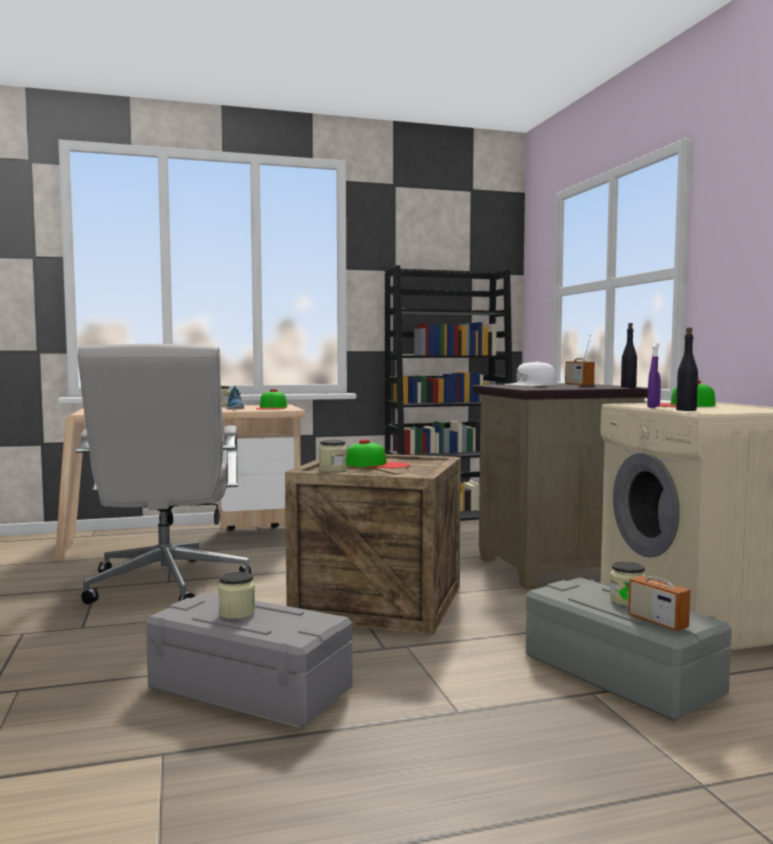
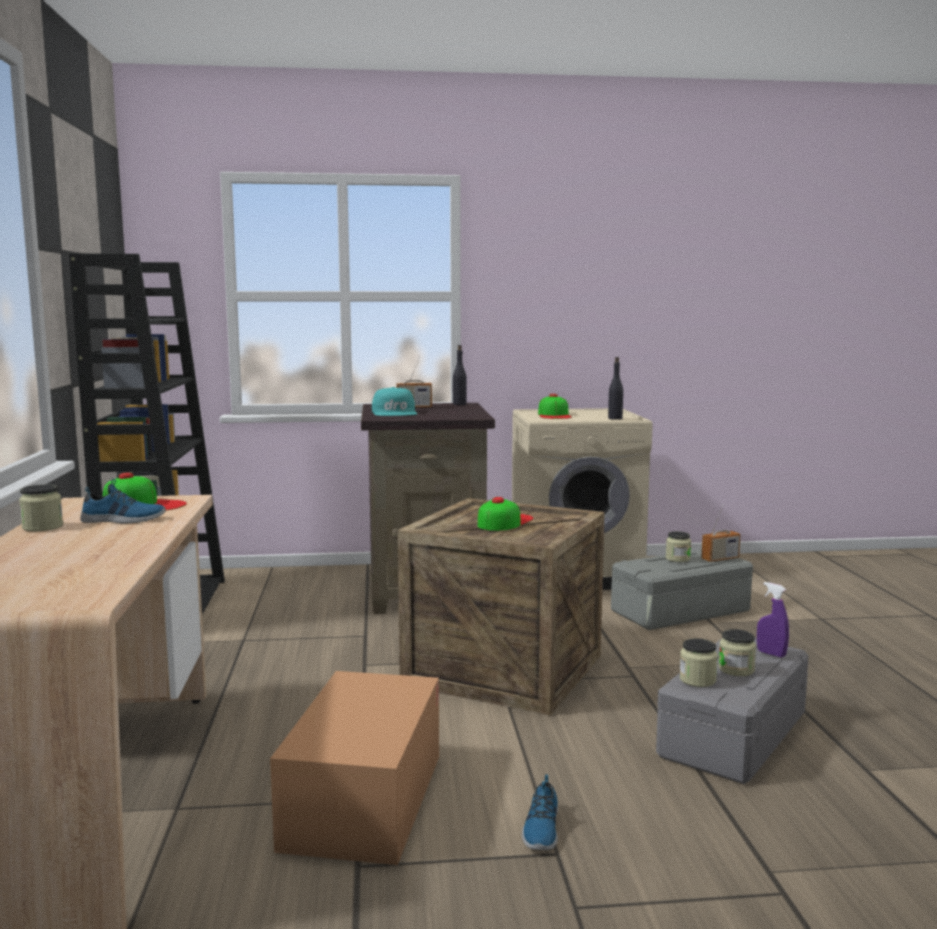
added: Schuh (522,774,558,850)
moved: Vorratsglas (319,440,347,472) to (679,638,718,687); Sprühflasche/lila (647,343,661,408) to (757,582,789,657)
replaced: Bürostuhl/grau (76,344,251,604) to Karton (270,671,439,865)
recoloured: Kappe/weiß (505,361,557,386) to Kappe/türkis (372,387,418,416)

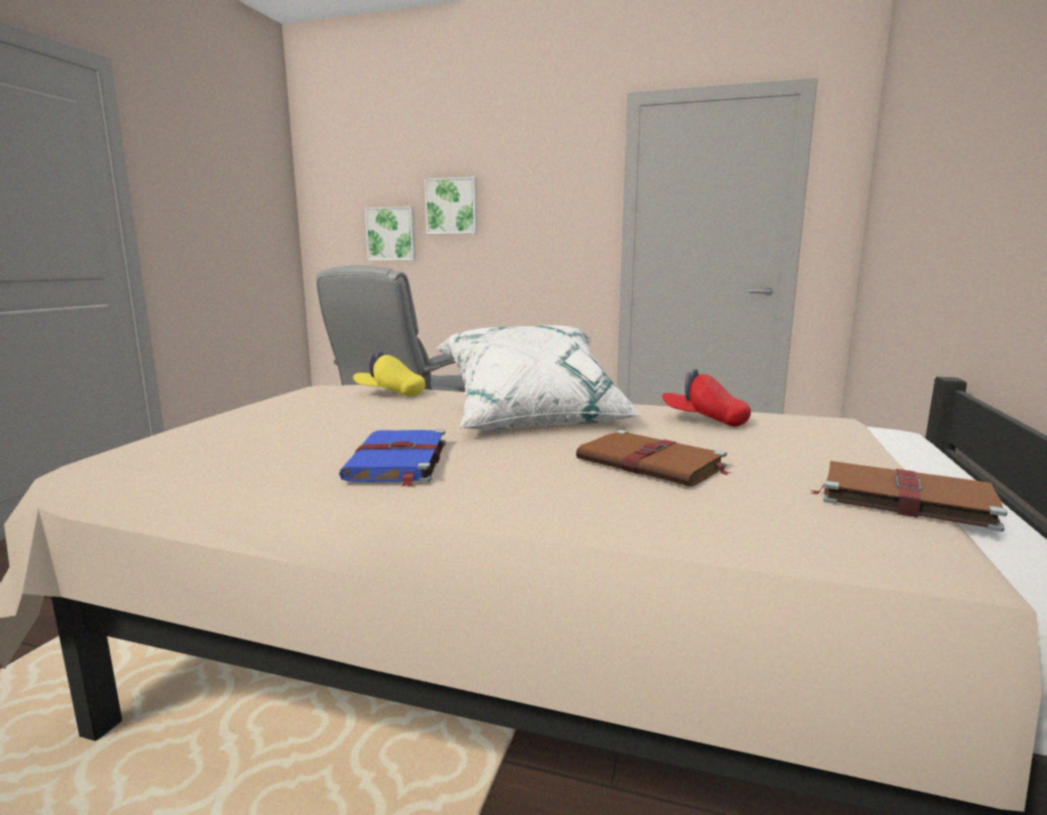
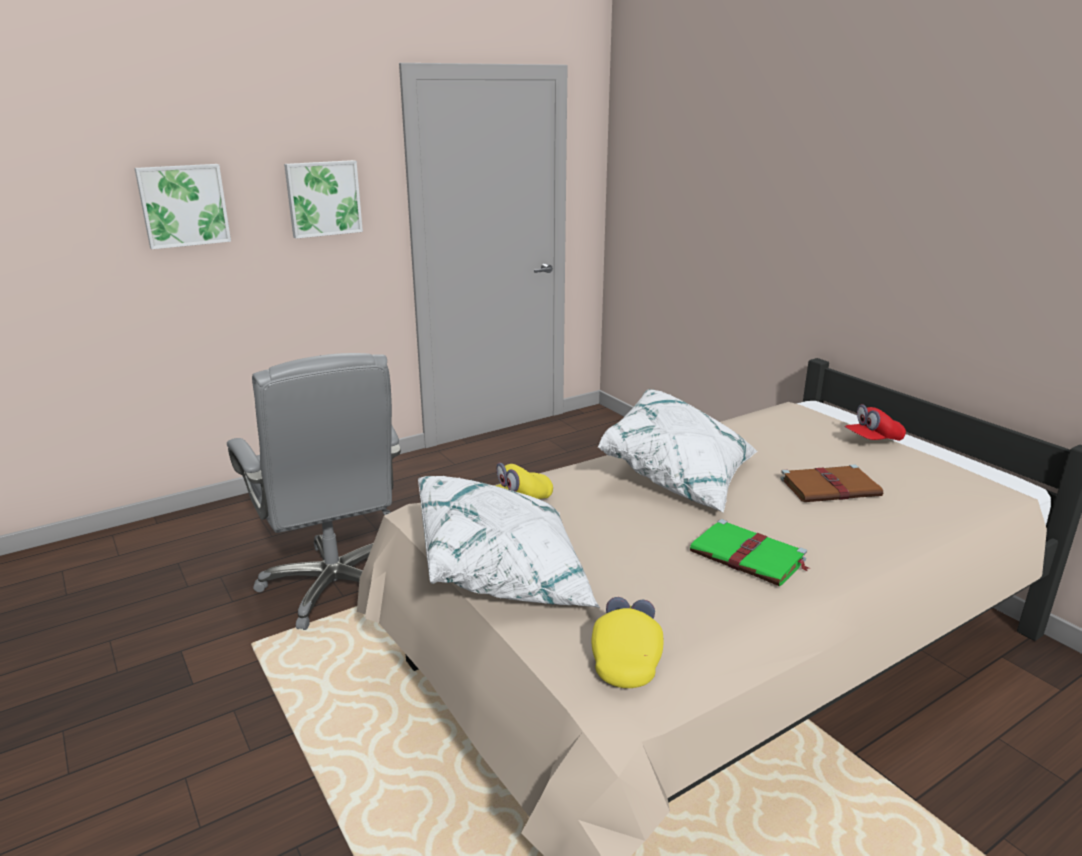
removed: Buch/braun (811,461,1008,532)
added: Kissen/weiß (418,476,600,608); Kappe/gelb (591,597,663,688)
moved: Bild (365,206,416,260) to (284,160,363,239); Kappe/rot (662,369,751,427) to (844,404,906,441)
recoloured: Buch/blau (339,430,446,487) to Buch/grün (690,519,809,586)

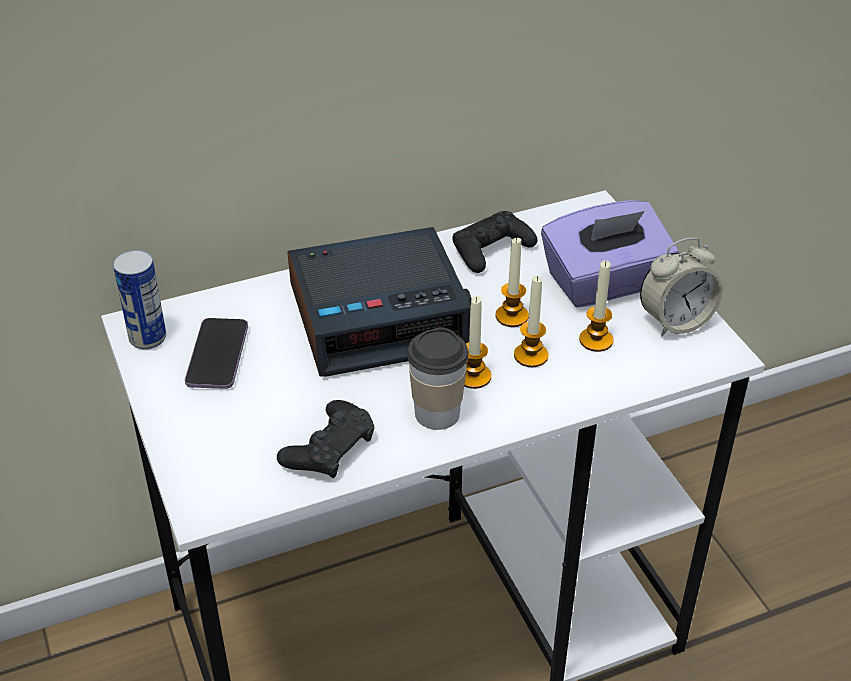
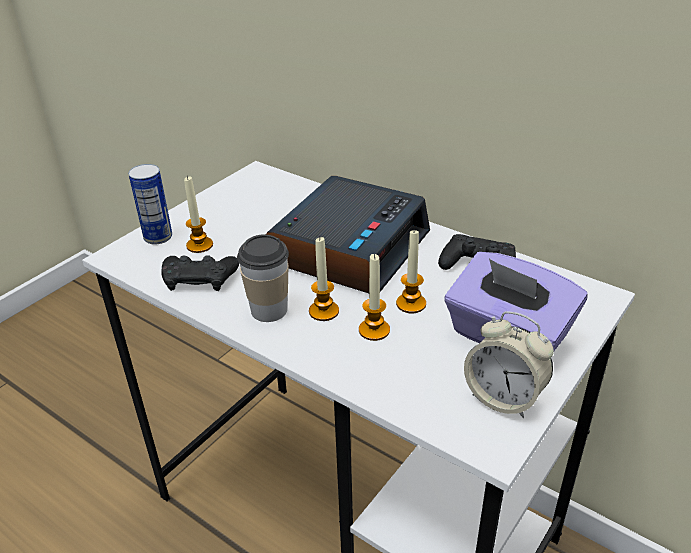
removed: Handy (185,318,248,389)
moved: Dose (113,250,166,350) to (128,164,172,244); Kerze (579,260,614,352) to (184,176,213,253)
turned: Wecker (288,227,471,377) = (266,176,430,293) 105 degrees counterclockwise

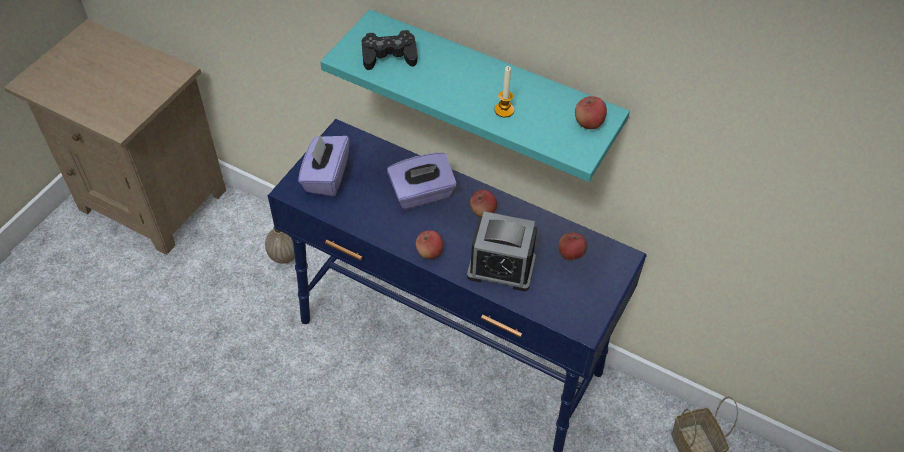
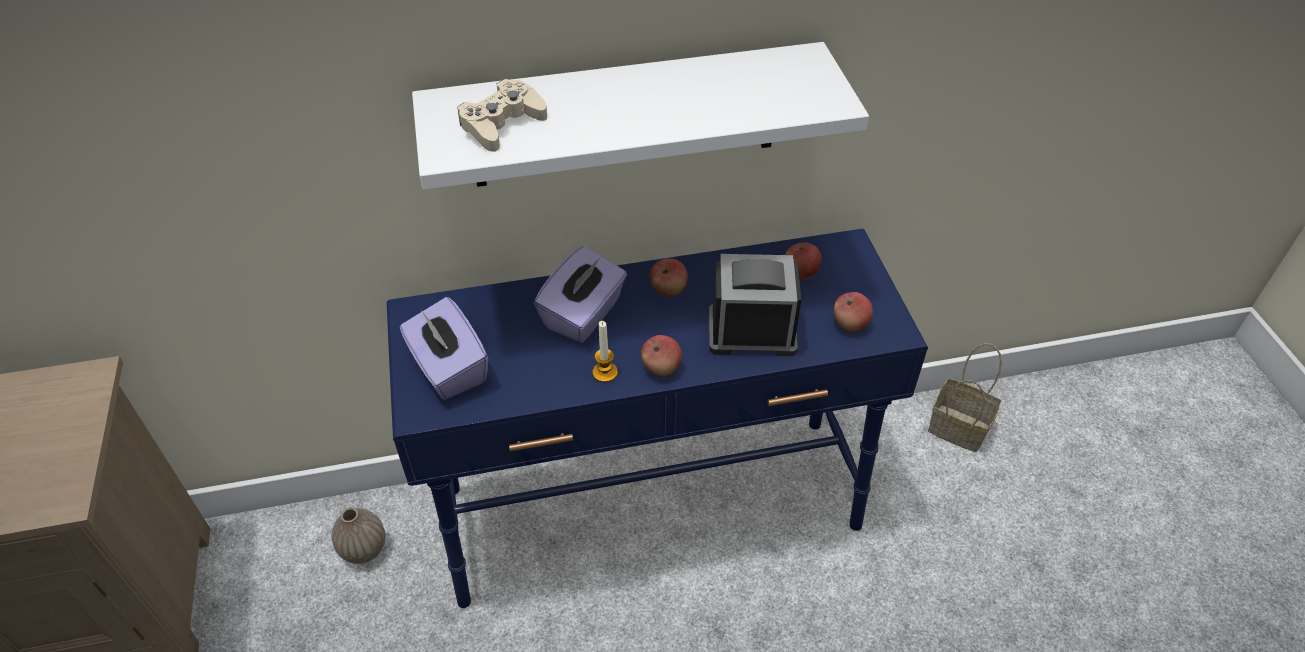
moved: Kerze (494,66,514,117) to (592,321,618,382); Apfel (575,96,607,129) to (834,292,873,332)
recoloured: Wandregal/türkis (320,9,630,182) to Wandregal/weiß (412,42,869,190); Gamepad/schwarz (362,30,417,70) to Gamepad/beige (458,79,547,152)
turned: Wecker (467,211,537,292) = (709,254,801,356) 150 degrees counterclockwise

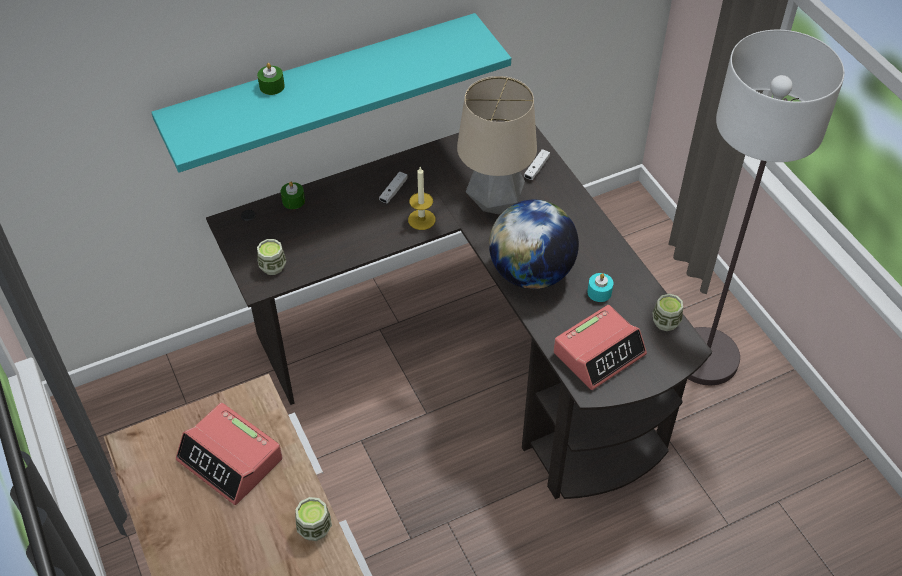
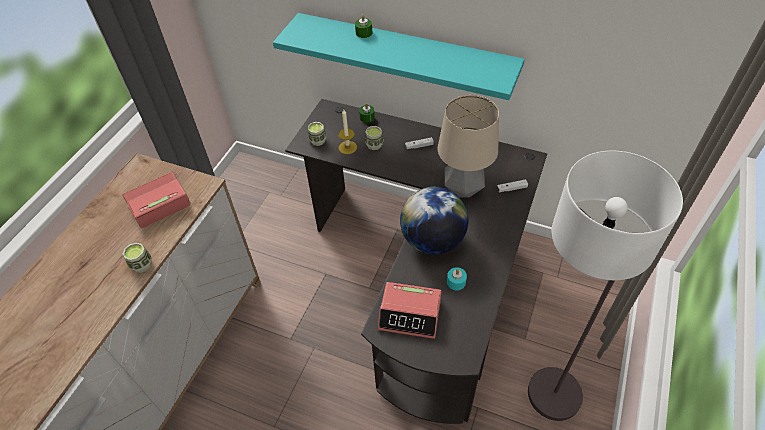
moved: Kerze (408,167,436,230) to (338,109,357,154); Tasse (653,294,683,331) to (365,126,384,150)
turned: Wecker (176,403,283,505) = (123,172,191,228) 60 degrees clockwise

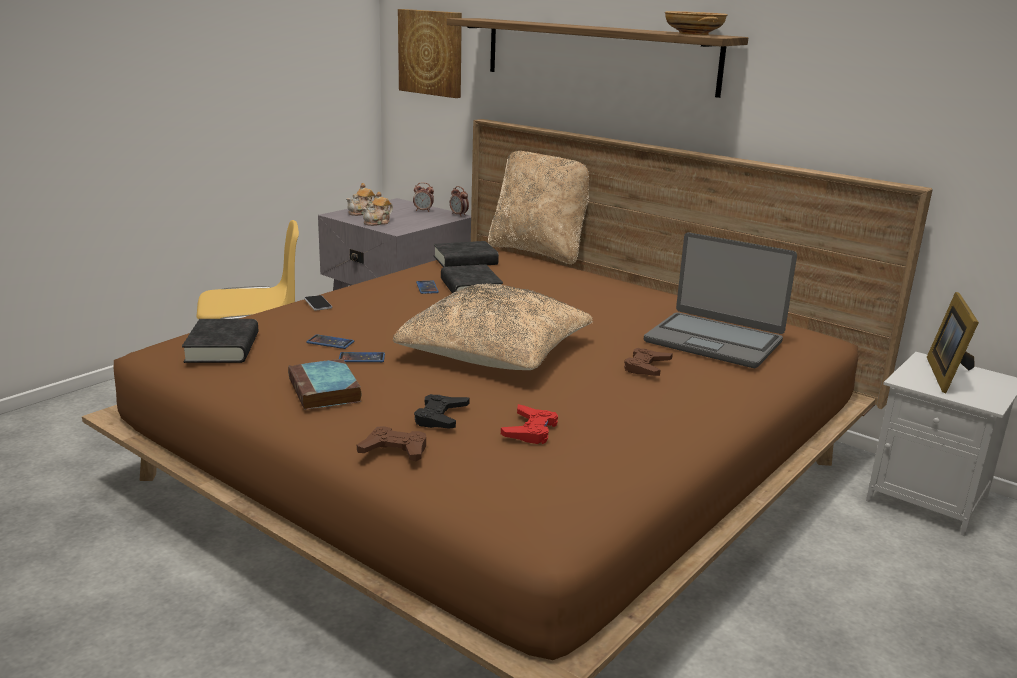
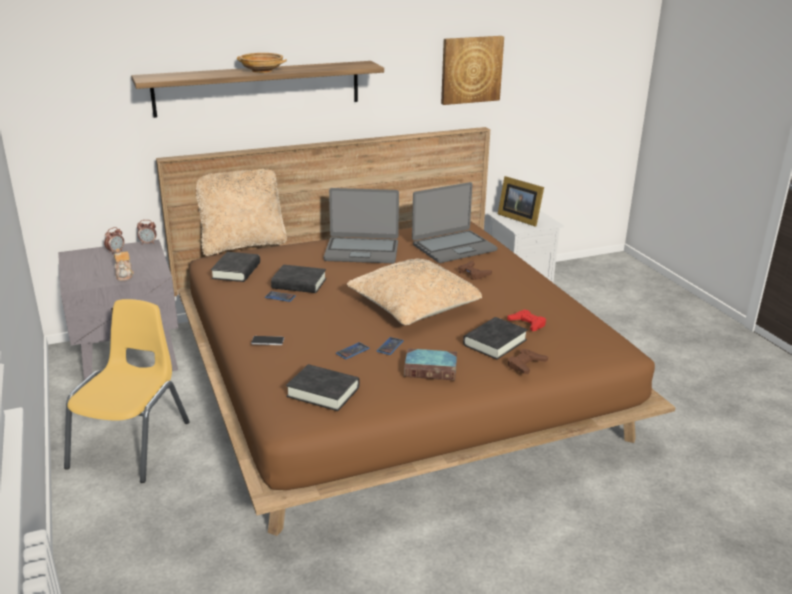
removed: Teekanne (346,183,376,216)
added: Laptop (324,188,399,263)
moved: Bild (398,9,462,98) to (441,36,504,105); Schüssel/beige (665,11,727,35) to (237,53,287,73)
replaced: Gamepad/schwarz (414,394,470,429) to Buch/schwarz (463,317,528,360)

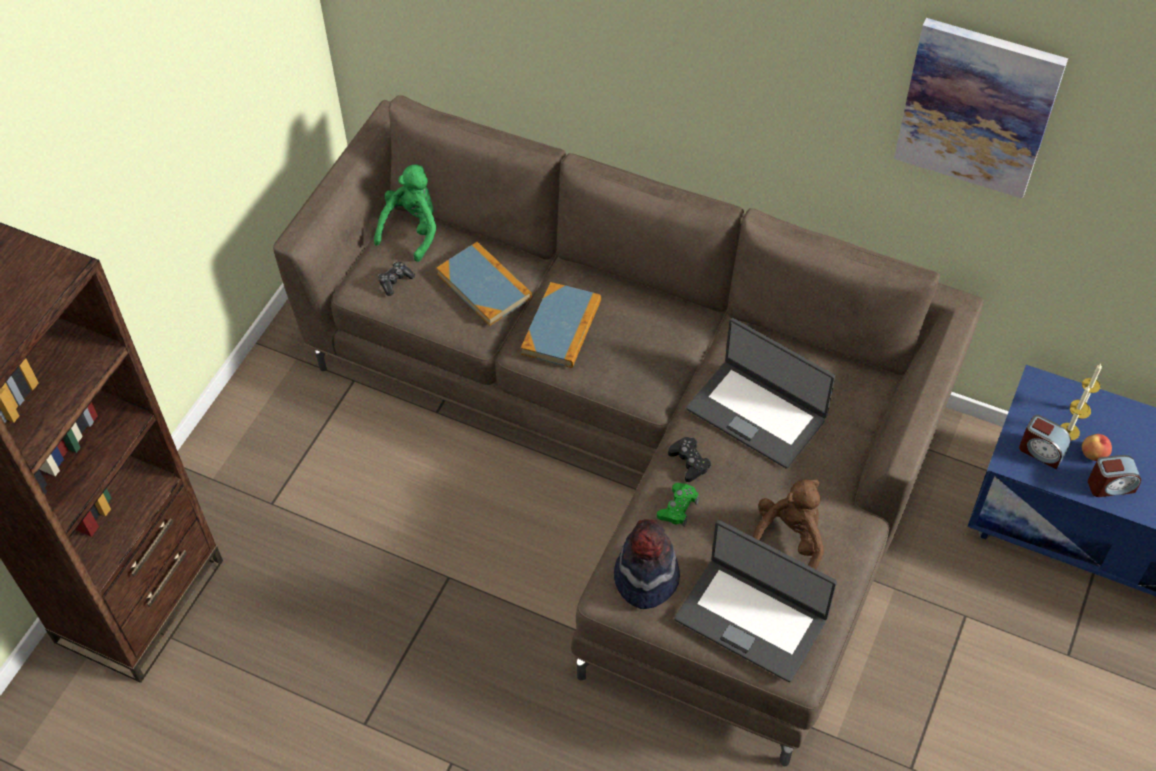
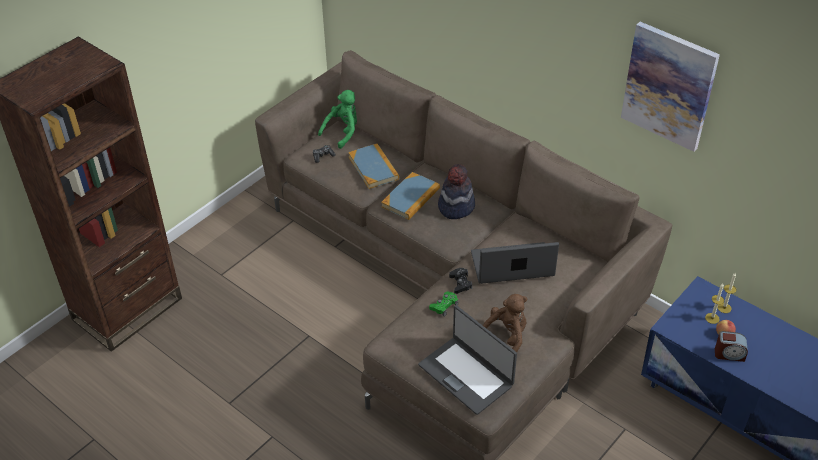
removed: Wecker (1019,415,1071,469)
moved: Hut (614,519,680,609) to (438,164,475,219)
turned: Laptop (686,318,835,469) = (471,242,559,284) 120 degrees clockwise

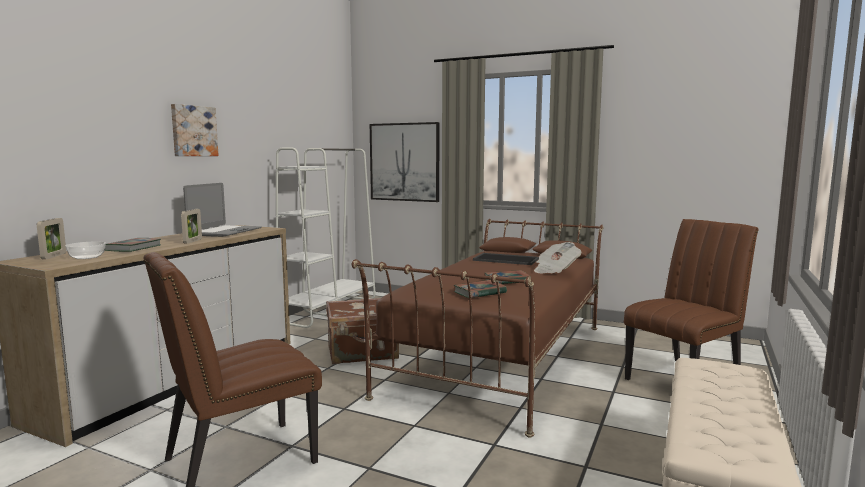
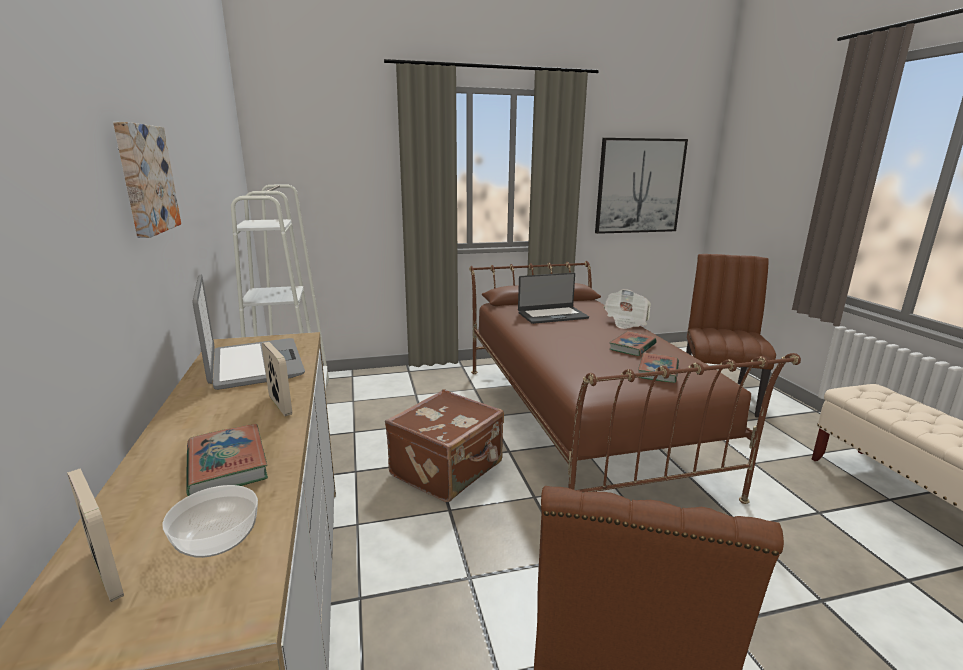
moved: Bild (370,122,439,202) to (595,138,688,234)
replaced: Tablett (473,253,539,265) to Laptop (518,273,589,324)

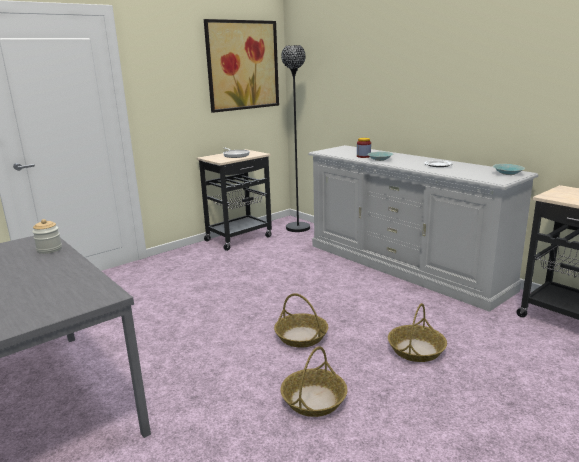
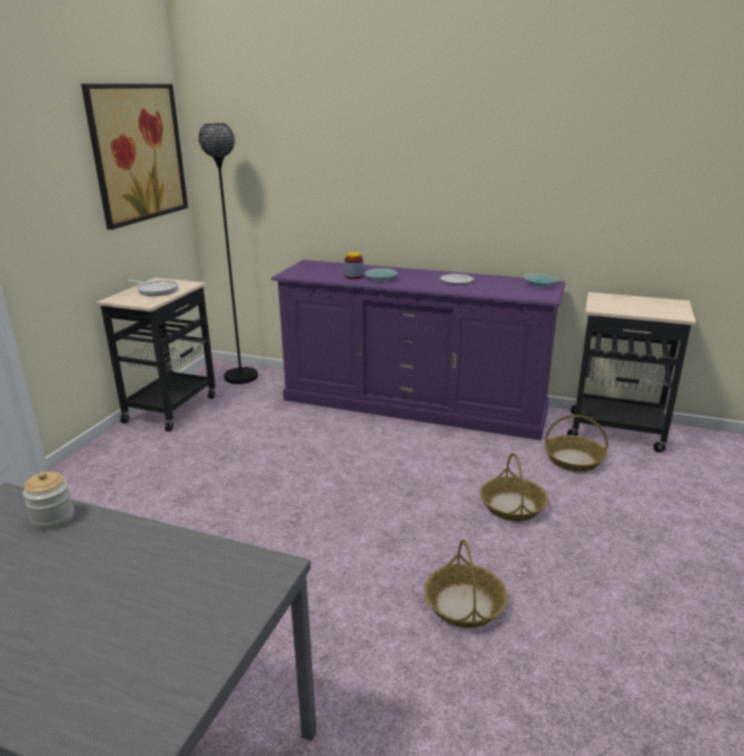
moved: Korb (274,293,328,348) to (545,415,608,472)
recoloured: Schrank/weiß (308,145,538,312) to Schrank/lila (271,260,565,440)

